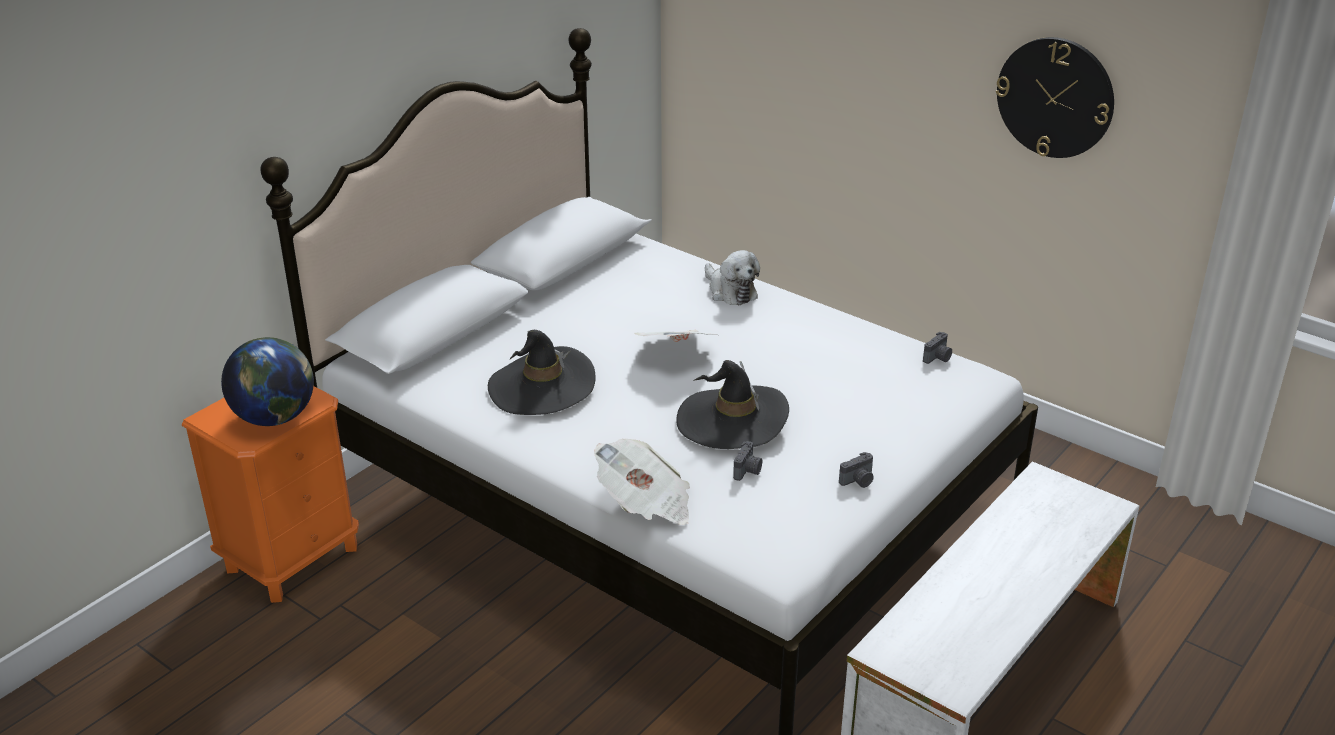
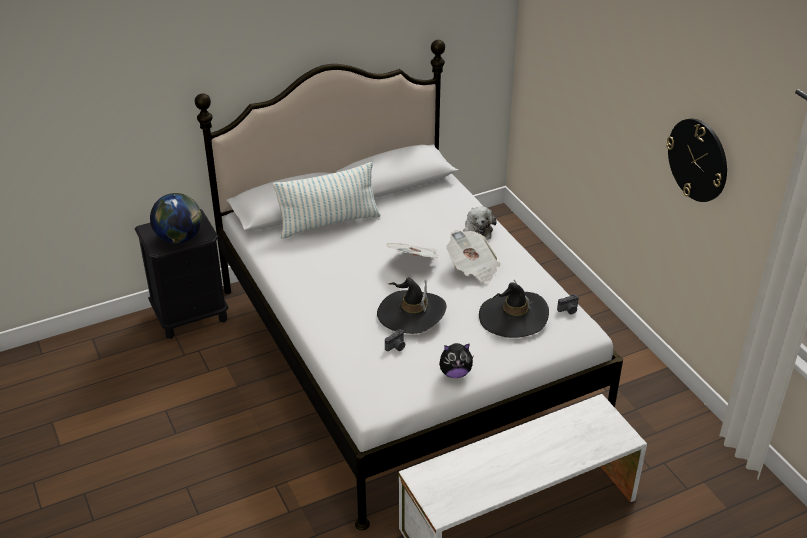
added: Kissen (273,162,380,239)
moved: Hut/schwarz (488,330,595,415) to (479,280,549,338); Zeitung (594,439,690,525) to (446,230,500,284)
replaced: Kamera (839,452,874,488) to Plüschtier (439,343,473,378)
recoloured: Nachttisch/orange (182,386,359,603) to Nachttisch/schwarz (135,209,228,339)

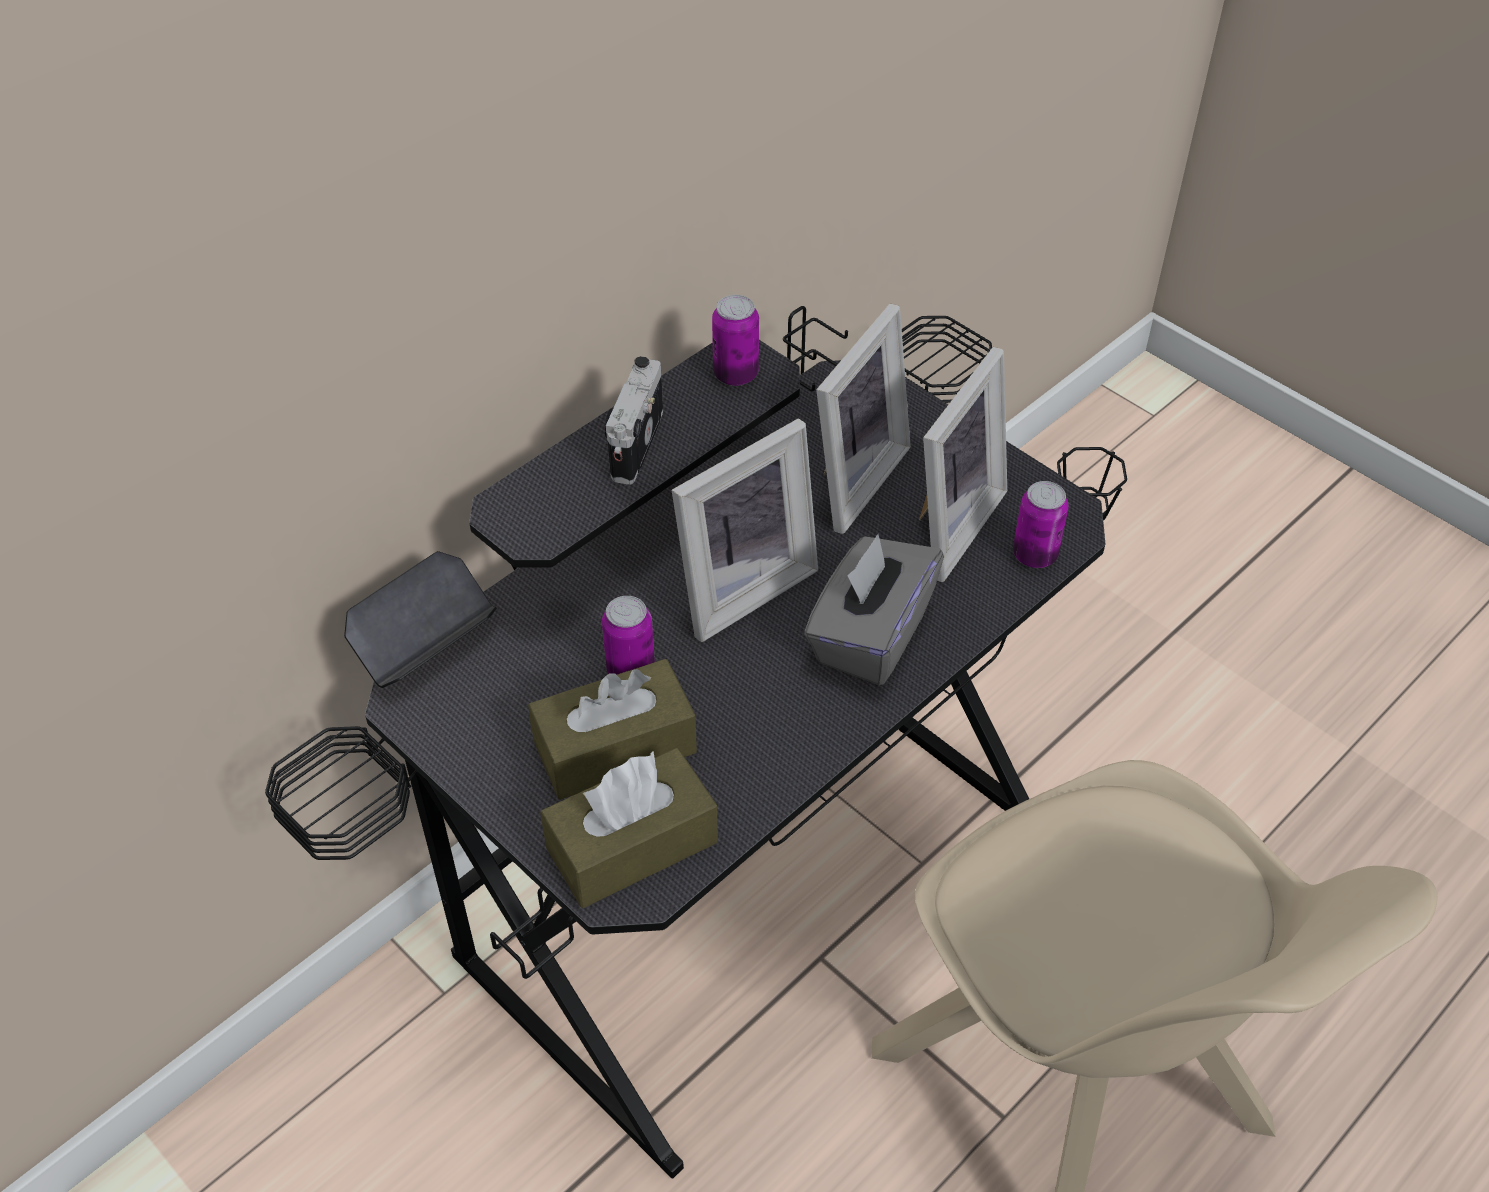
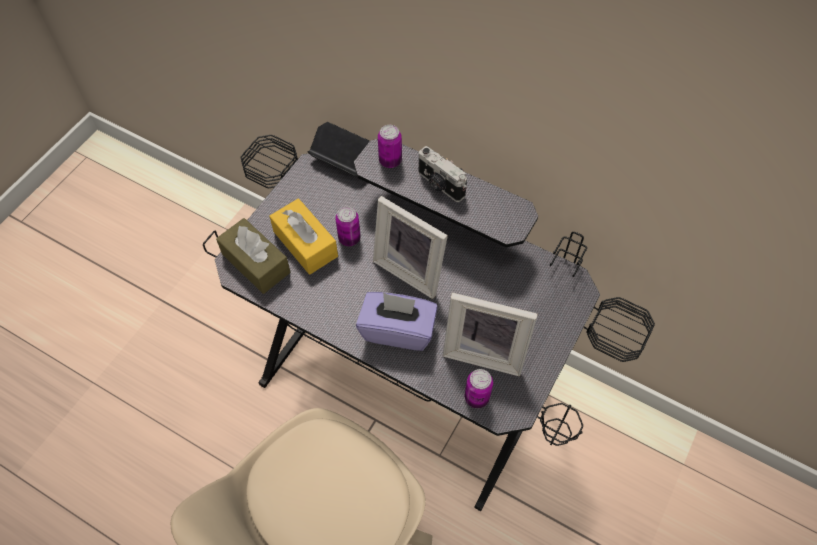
removed: Bilderrahmen (816,303,911,534)
moved: Dose (712,295,759,386) to (378,125,402,168)
recoloured: Taschentuchbox/braun (528,659,697,800) to Taschentuchbox/gelb (269,199,338,274); Taschentuchbox/grau (804,534,944,685) to Taschentuchbox/lila (356,292,438,351)
turned: Kamera (605,356,663,485) = (419,146,467,202) 135 degrees counterclockwise

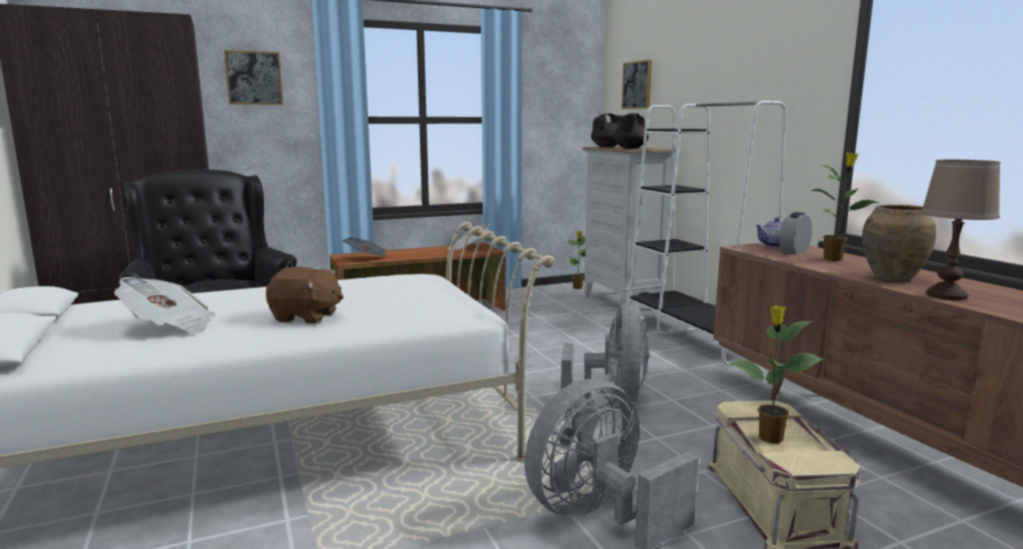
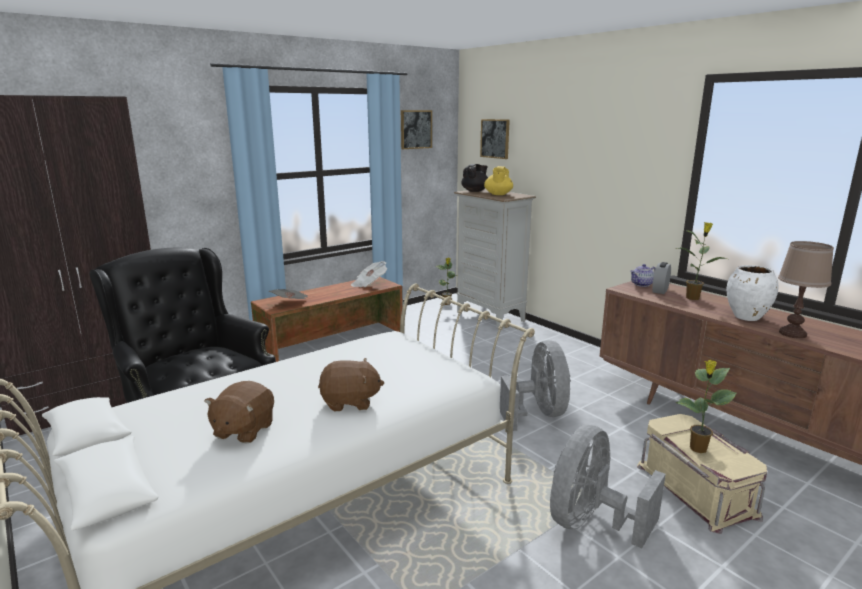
removed: Kleiderständer/schwarz (628,101,786,366)
moved: Bild (224,50,283,105) to (401,110,432,149)
replaced: Zeitung (114,277,215,333) to Plüschtier/braun (204,381,274,444)
recoloured: Teekanne/schwarz (613,113,649,148) to Teekanne/gelb (484,166,513,195); Vase/braun (862,205,936,282) to Vase/weiß (727,265,778,321)

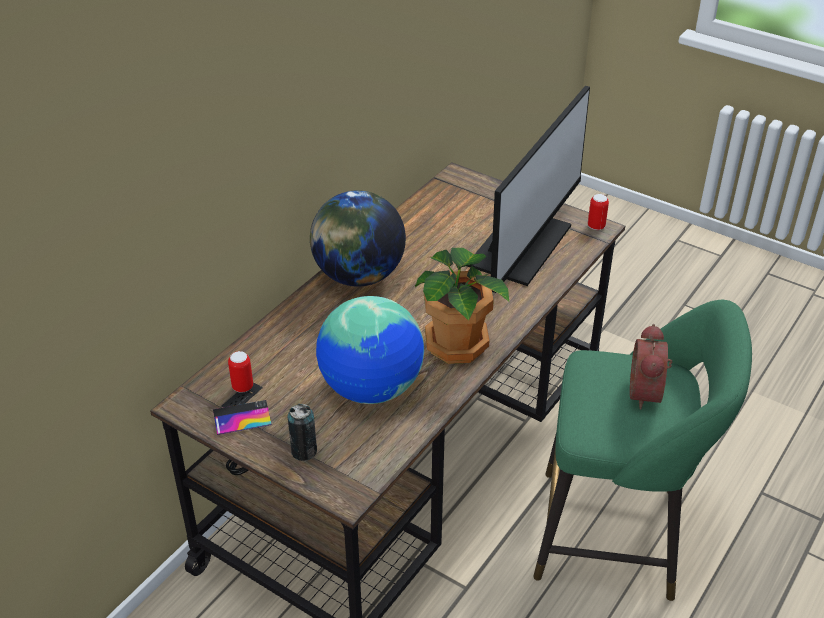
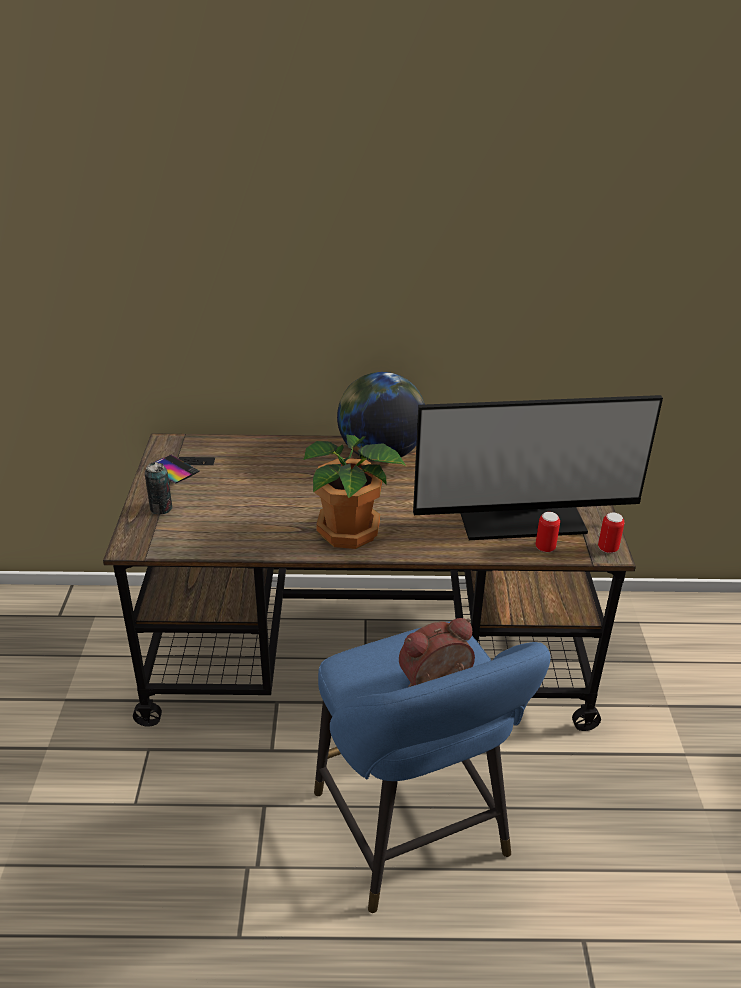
removed: Globus (316,296,424,404)
moved: Dose (228,351,253,392) to (536,512,560,552)
recoloured: Hocker/grün (533,300,752,601) to Hocker/blau (314,622,551,913)

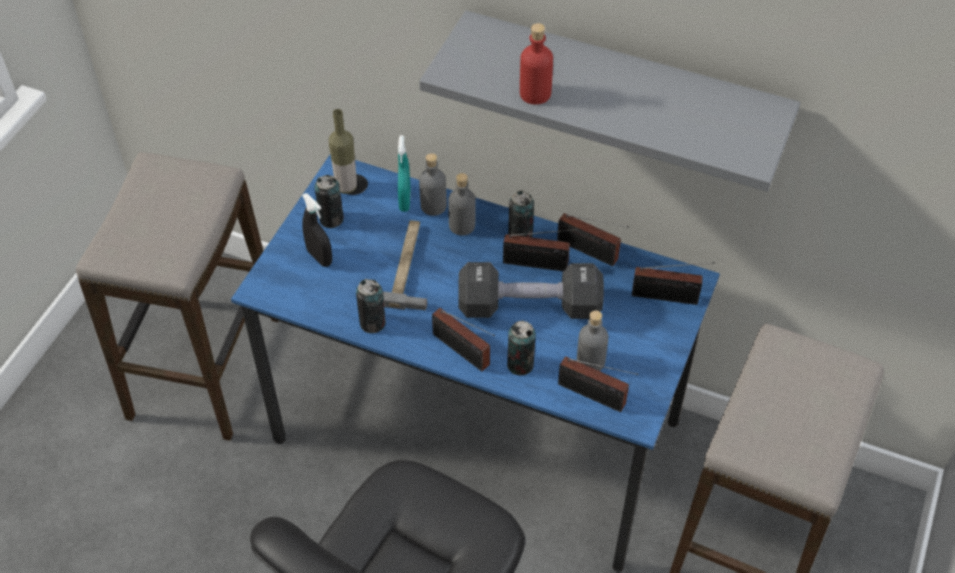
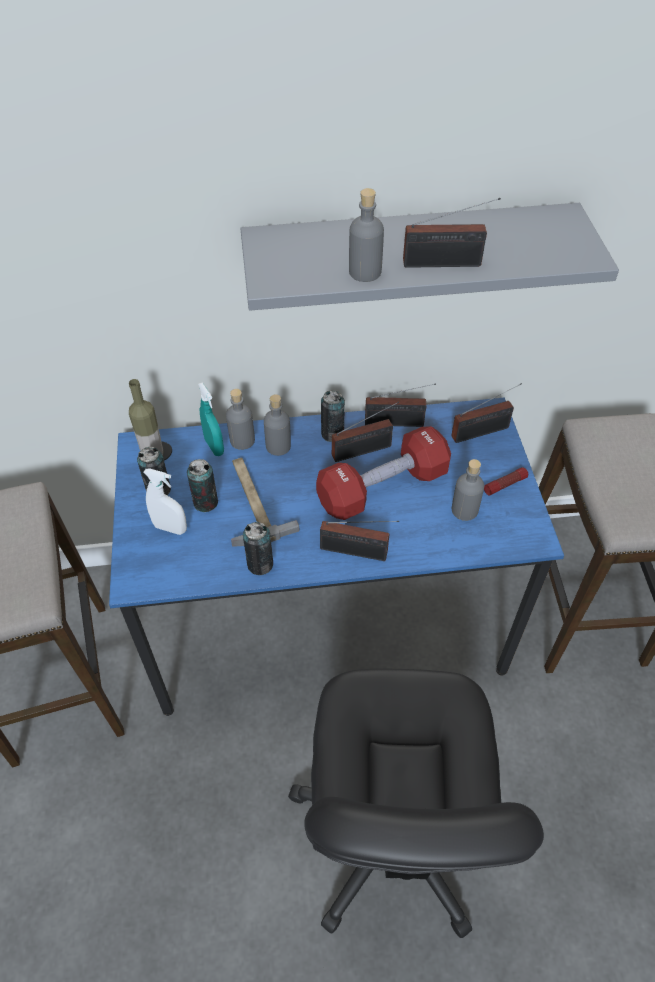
added: Taschenlampe (484,467,528,496)
moved: Dose (507,320,536,375) to (187,459,218,512); Radio (558,357,639,412) to (403,198,501,268)
recoloured: Sprühflasche/schwarz (302,193,332,267) to Sprühflasche/weiß (143,468,187,535); Hantel/schwarz (458,262,604,319) to Hantel/rot (316,426,451,520); Flasche/rot (520,23,553,105) to Flasche/grau (349,188,384,282)

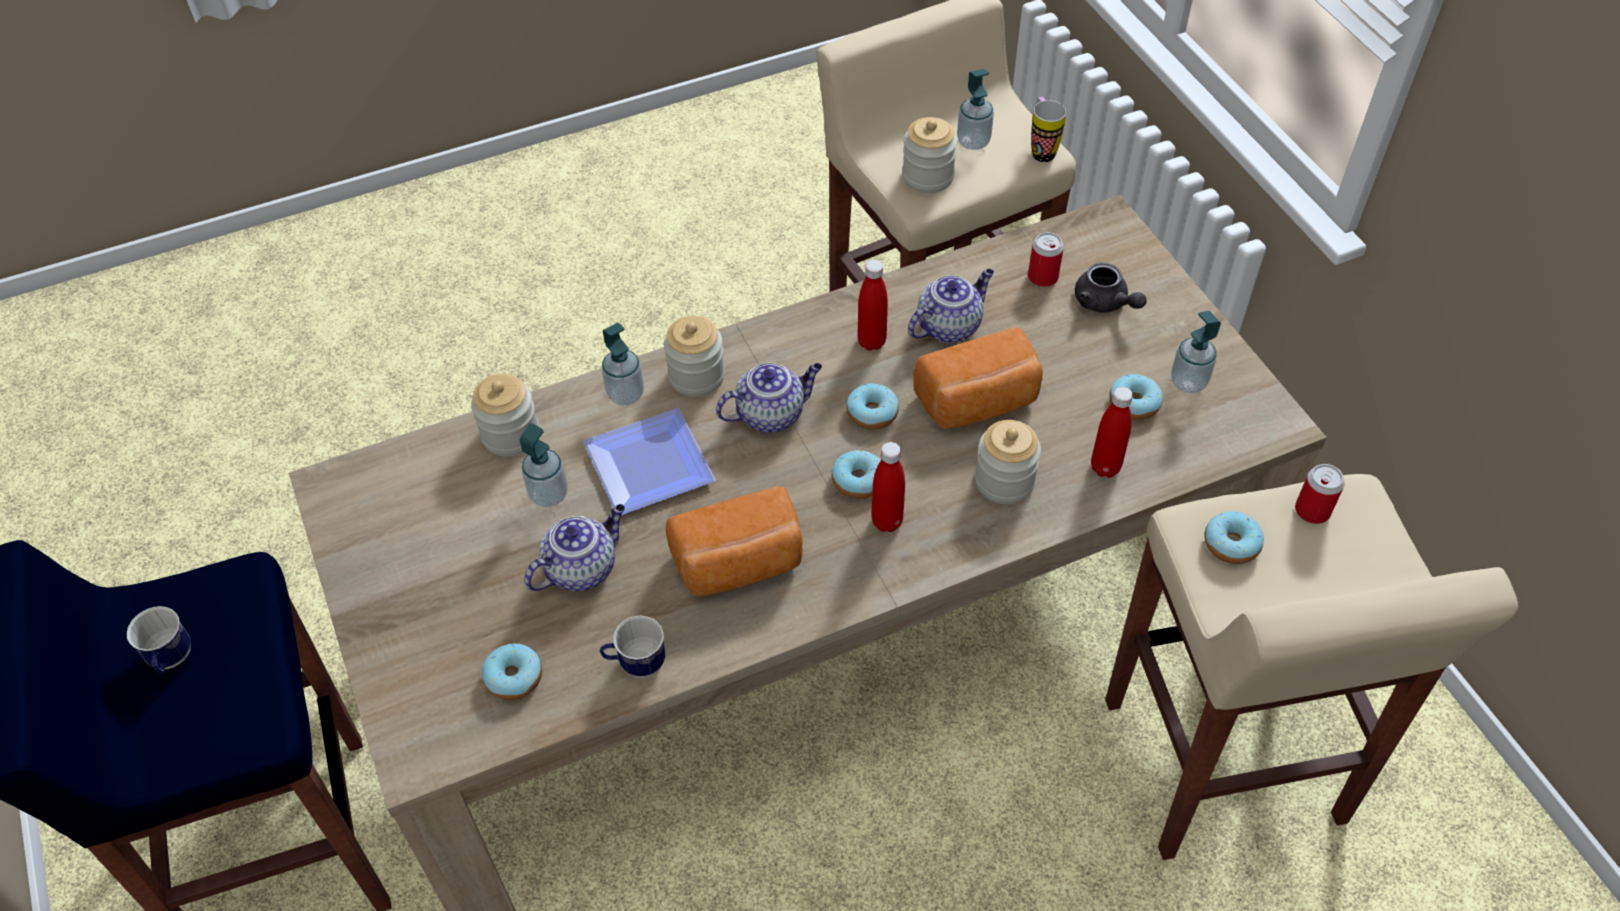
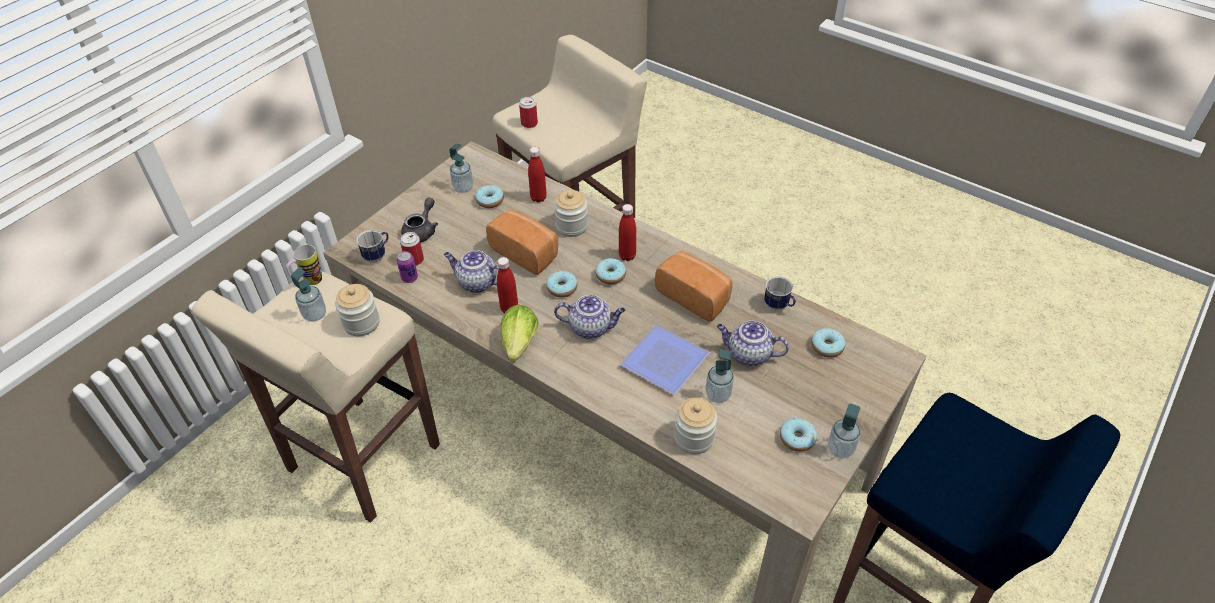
removed: Vorratsglas (664,316,725,397)
added: Dose (397,251,418,283); Salatkopf (500,304,539,361)
moved: Henkelbecher (127,606,191,674) to (356,230,389,263); Seifenspender (602,323,644,405) to (828,403,860,458); Donut (1204,511,1264,564) to (780,418,817,452)
turned: Teekanne (716,362,822,432) = (554,295,626,339) 150 degrees clockwise

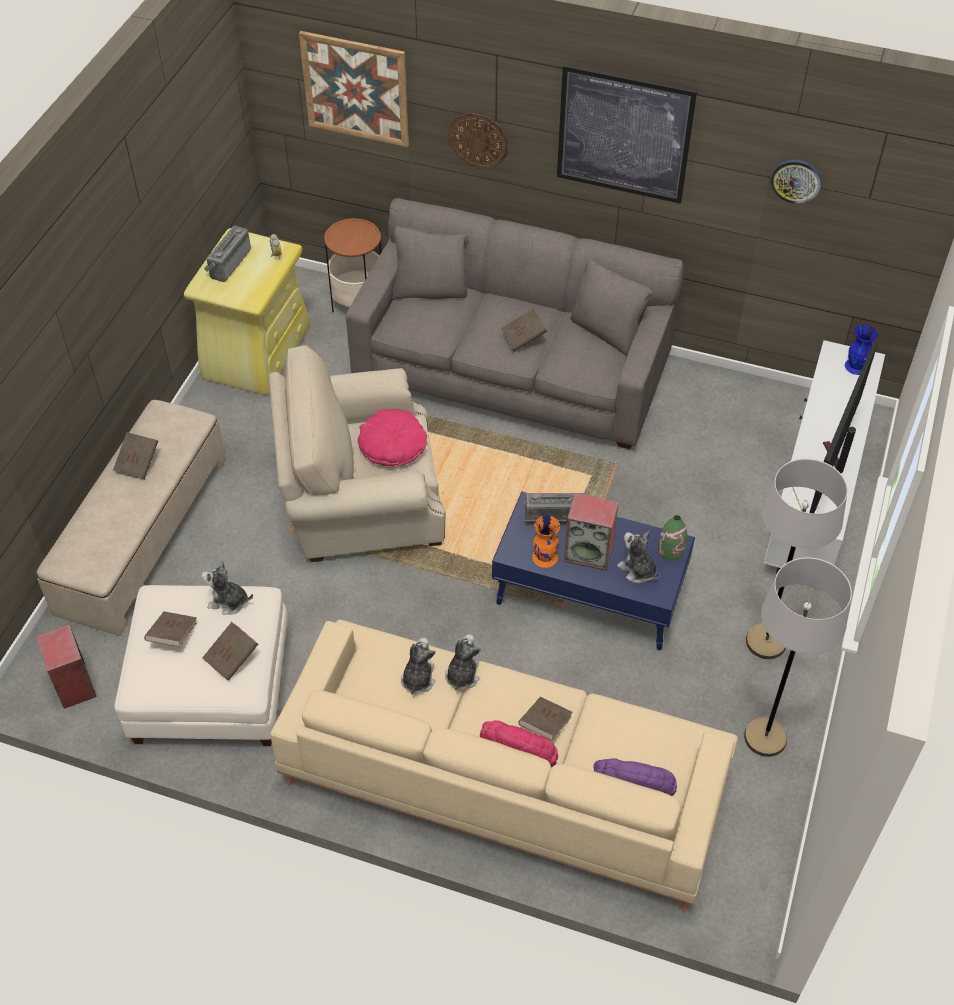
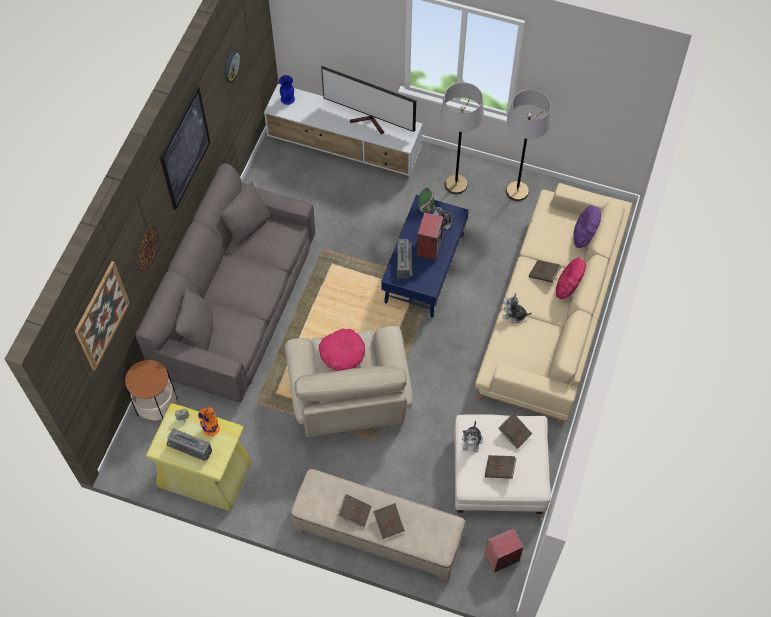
removed: Plüschtier (401,638,436,695)
moved: Buch/braun (501,309,547,352) to (373,503,405,539); Vase/orange (532,515,560,568) to (198,407,220,437)

